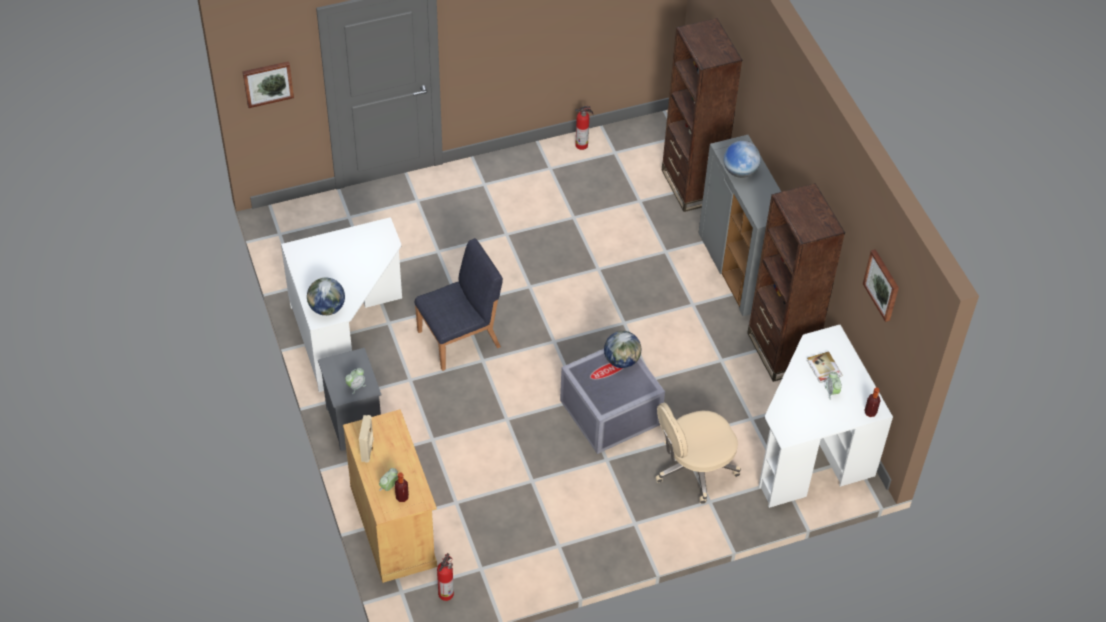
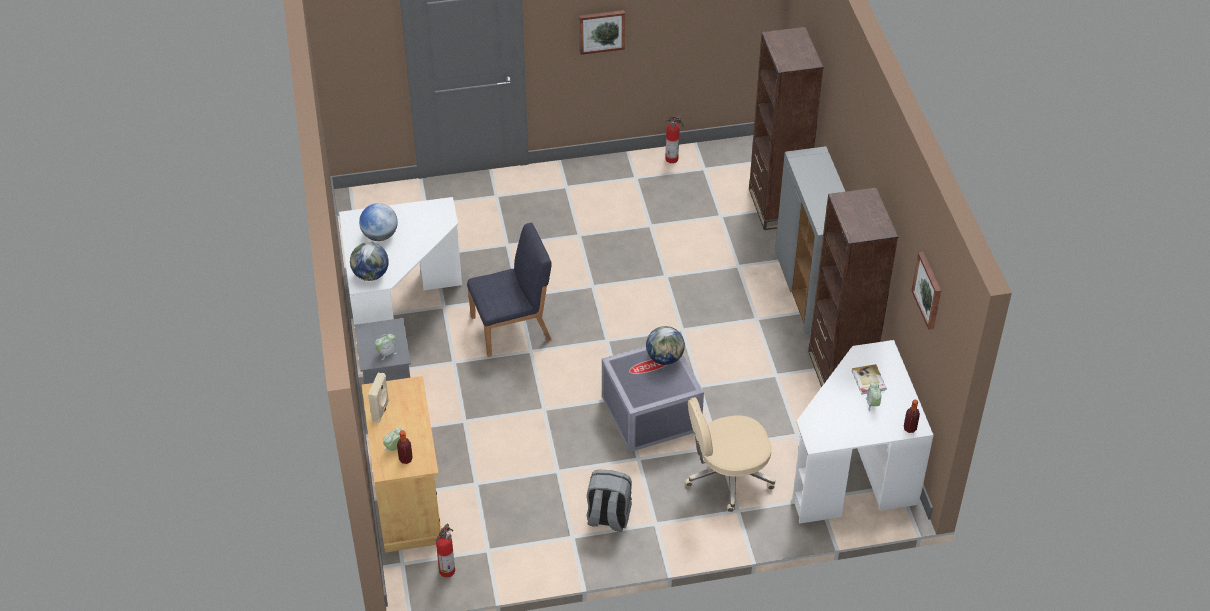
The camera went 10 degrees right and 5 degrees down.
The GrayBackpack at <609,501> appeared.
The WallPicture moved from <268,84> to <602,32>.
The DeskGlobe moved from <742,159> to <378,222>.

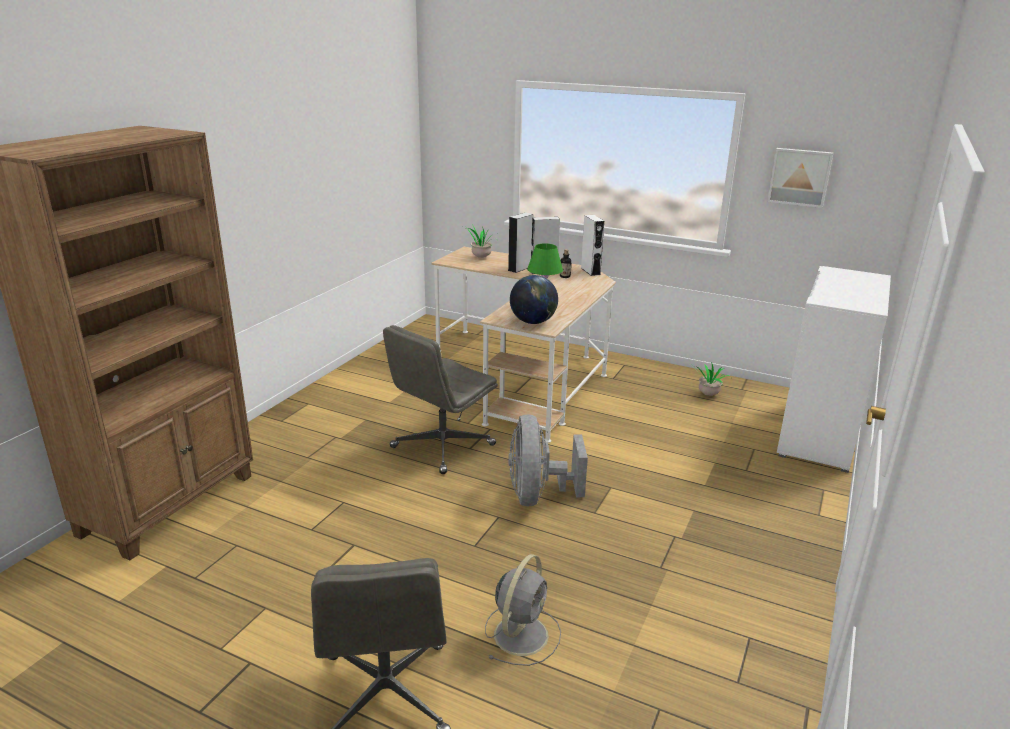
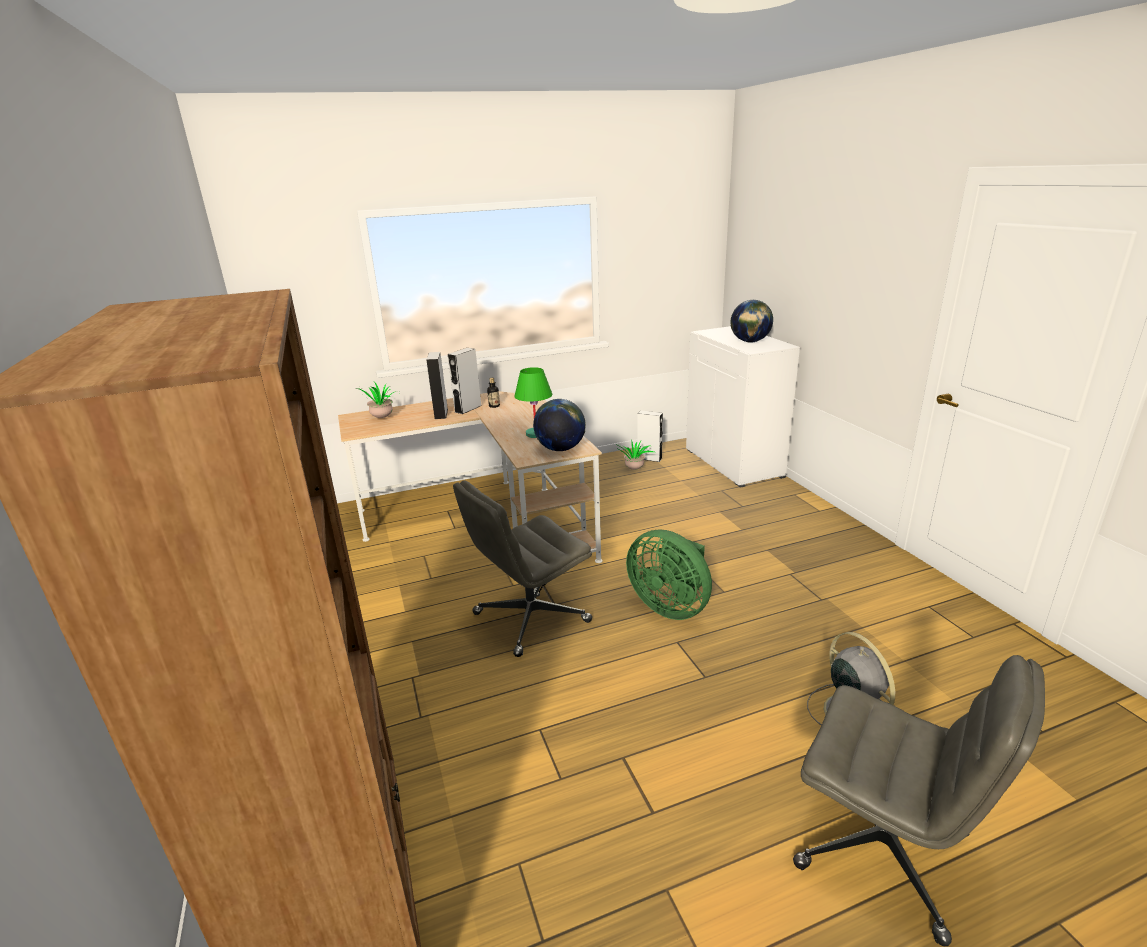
The camera went 45 degrees left and 0 degrees up.
The WallPicture at <800,178> disappeared.
The DeskGlobe at <752,321> appeared.
The WhiteSpeaker moved from <592,245> to <650,436>.
The GrayCoolingFan at <548,460> became the GreenCoolingFan at <669,575>.
The GrayComputerChair at <440,399> turned 60 degrees clockwise.

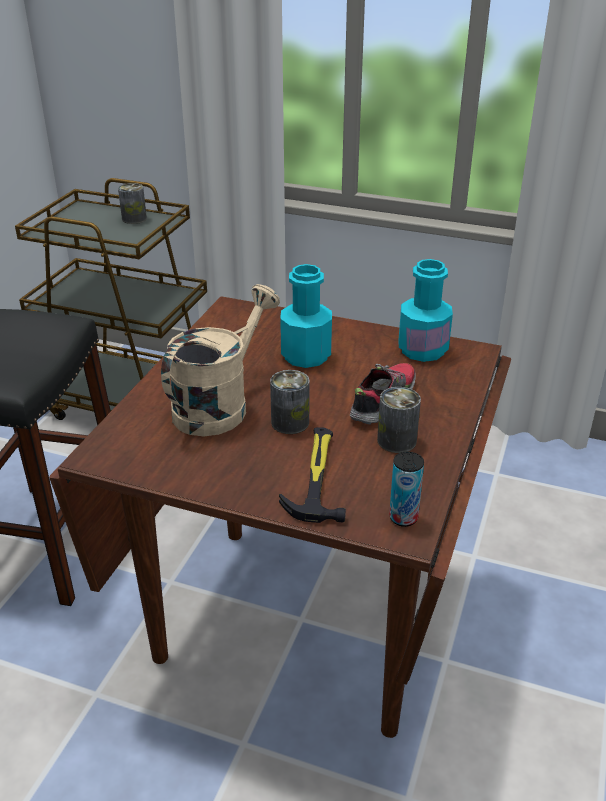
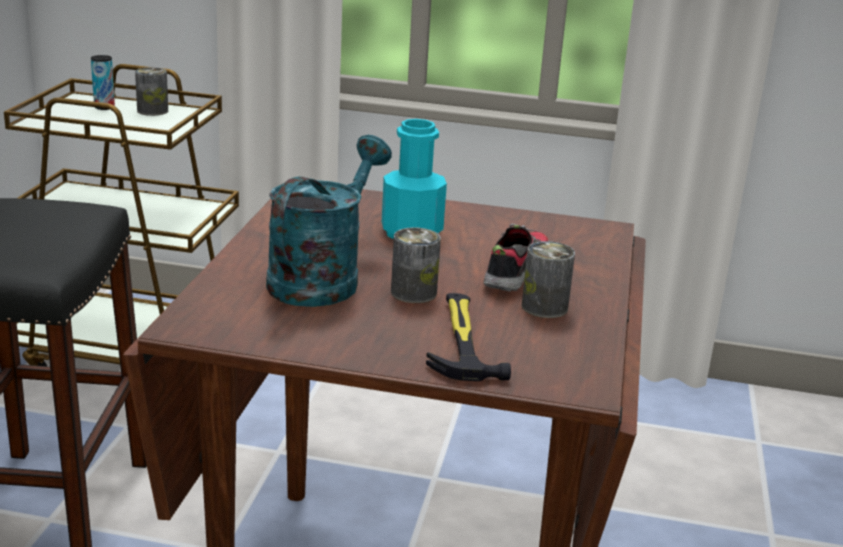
The camera went 10 degrees left and 10 degrees down.
The TurquoiseBeverageBottle at <426,310> disappeared.
The SealedCan moved from <406,489> to <103,82>.
The BeigeWateringCan at <220,360> became the TurquoiseWateringCan at <329,221>.

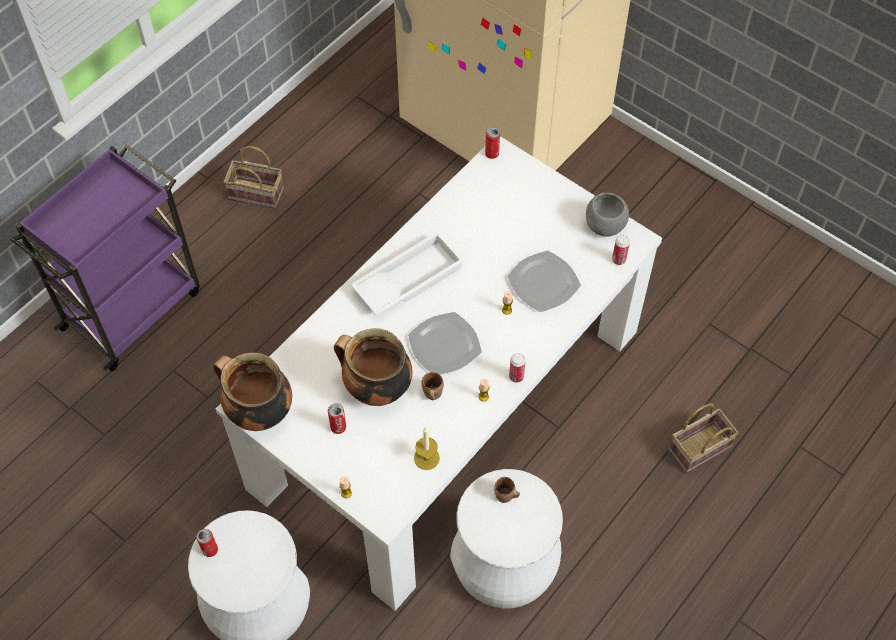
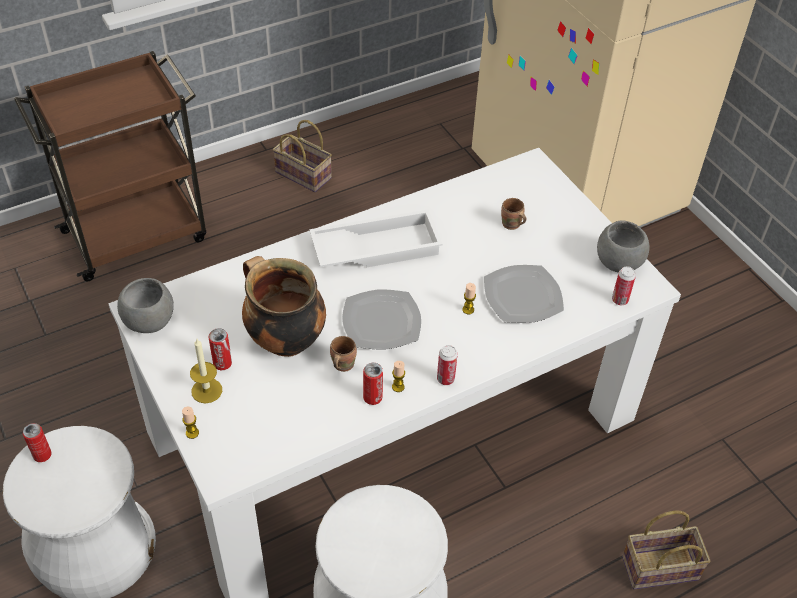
The camera went 20 degrees right and 10 degrees down.
The WaxLight moved from <427,448> to <206,371>.
The SealedCan moved from <492,143> to <373,384>.
The BrownishCoffeeMug moved from <507,490> to <513,214>.
The CookingPot at <252,392> was replaced by the GrayDeepDish at <145,305>.
The PurplishCart at <105,257> became the BrownishCart at <110,166>.

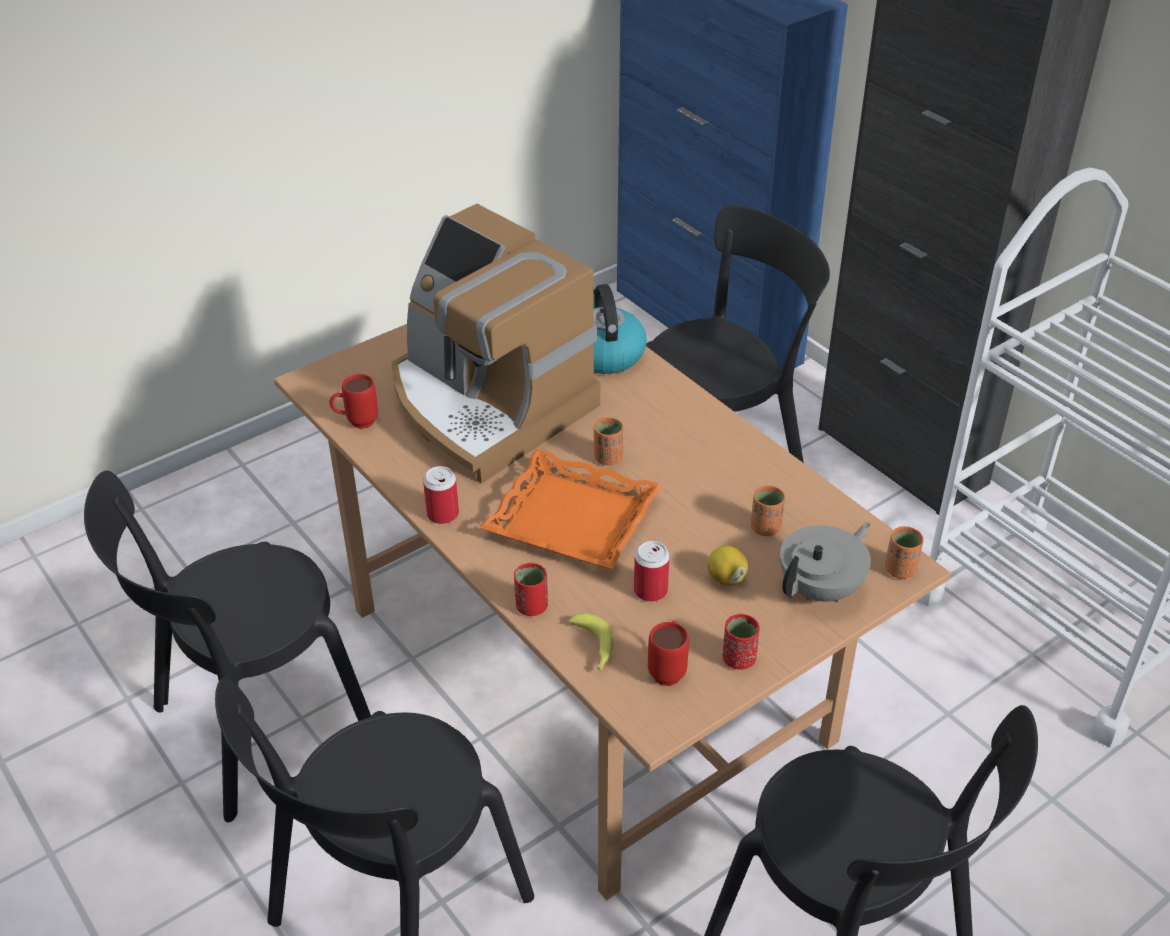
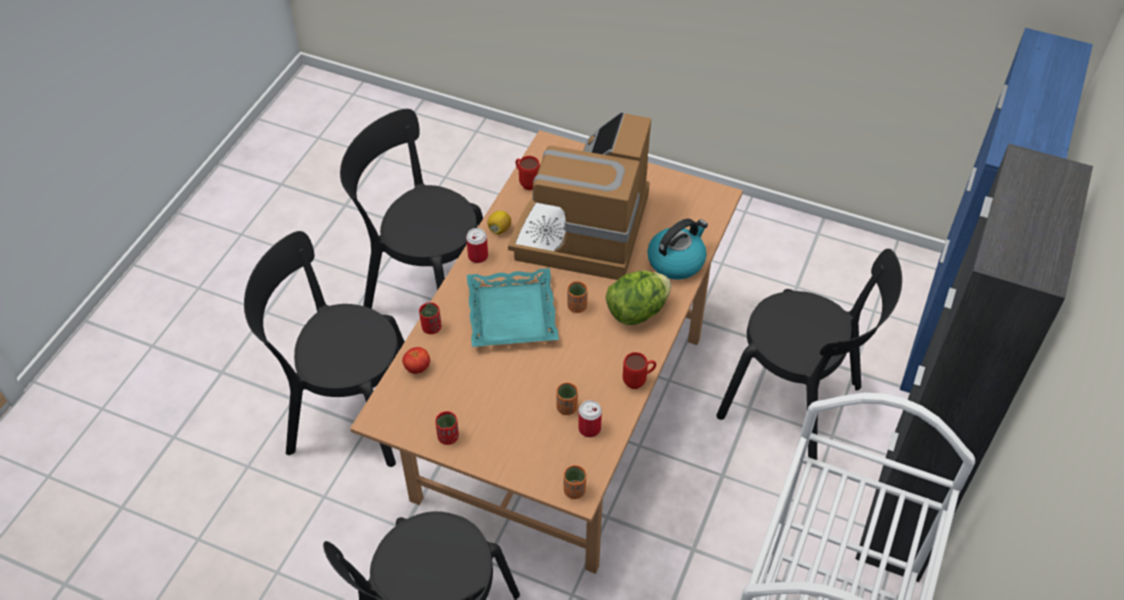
The camera went 60 degrees right and 10 degrees up.
The GrayTeapot at <825,562> disappeared.
The LettuceHead at <638,297> appeared.
The SealedCan moved from <652,571> to <590,418>.
The RedCoffeeMug moved from <668,653> to <639,370>.
The CitrusFruit moved from <728,565> to <499,222>.
The WholeBanana at <591,642> was replaced by the FreshTomato at <416,360>.
The OrangeColouredServingTray at <571,509> became the TurquoiseServingTray at <513,307>.

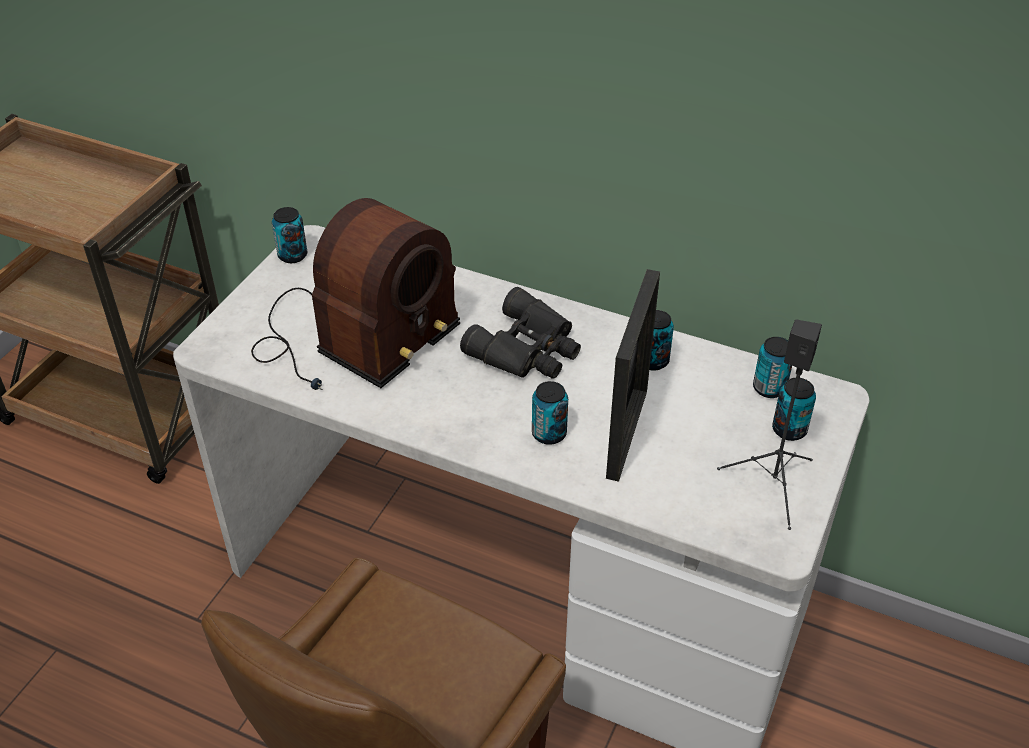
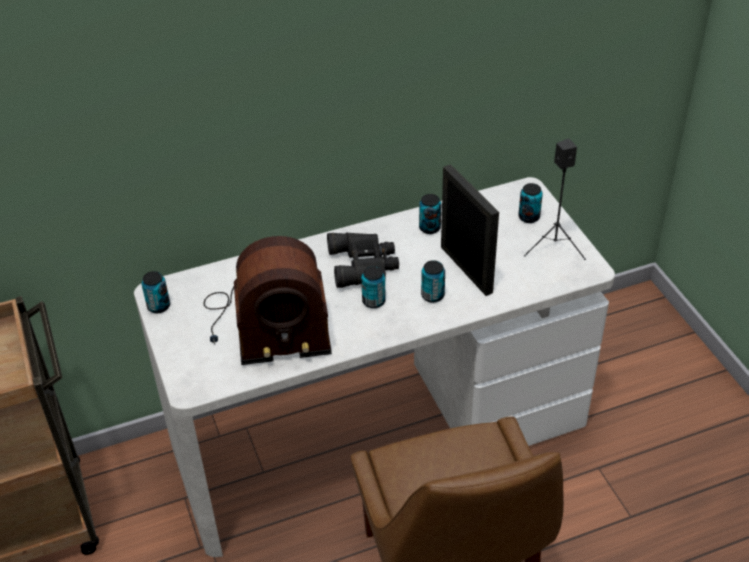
The camera went 45 degrees left and 0 degrees up.
The SealedCan moved from <772,367> to <373,287>.
The RadioReceiver at <355,294> turned 90 degrees clockwise.

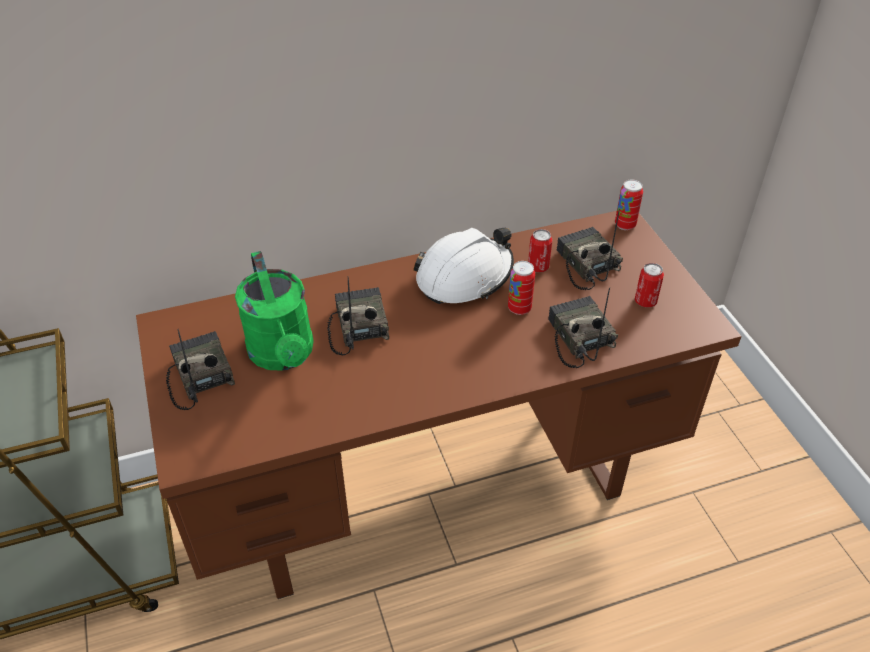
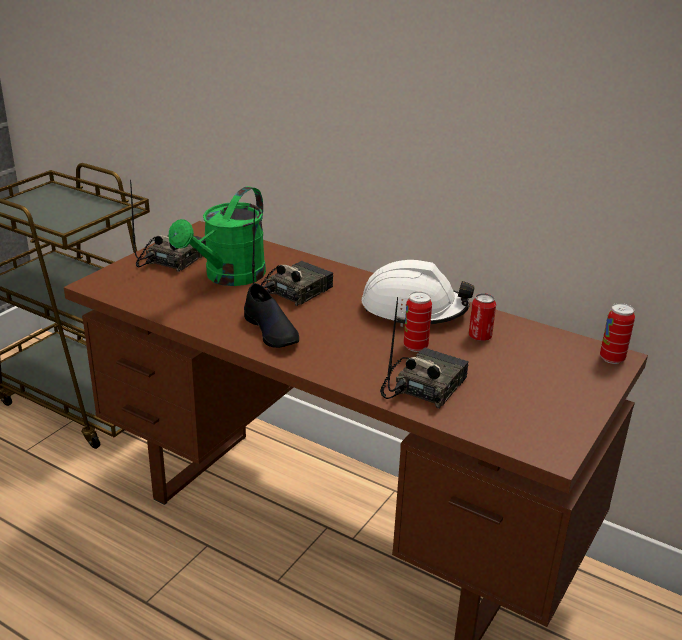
The camera went 50 degrees right and 15 degrees down.
The RadioReceiver at <590,249> disappeared.
The SealedCan at <649,285> disappeared.
The BlackColouredShoe at <271,315> appeared.

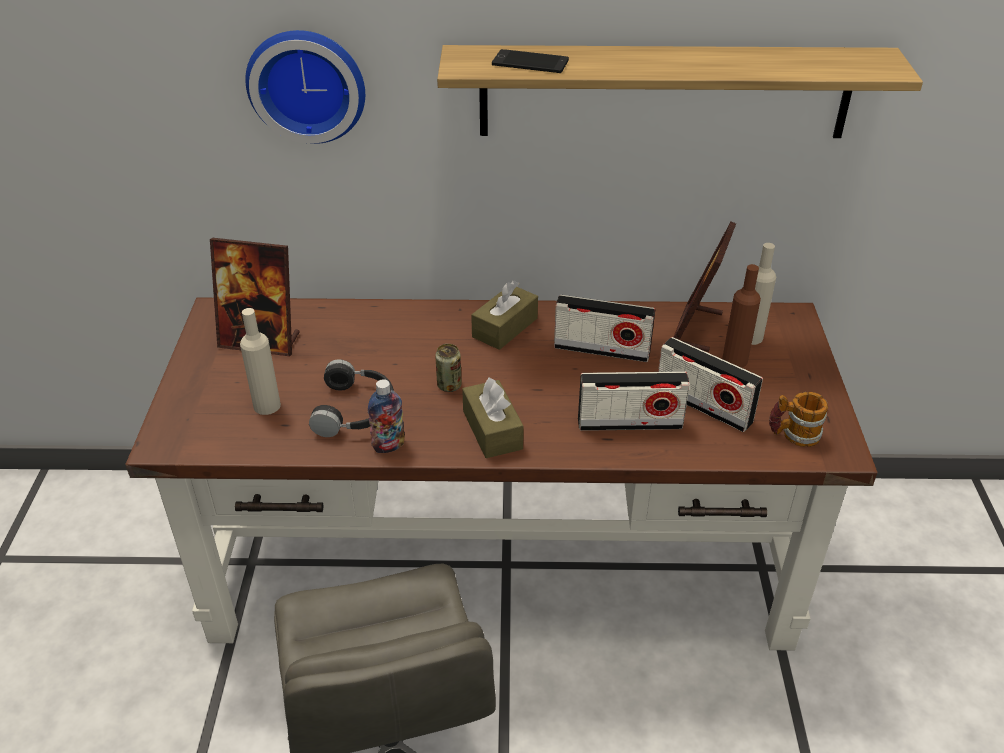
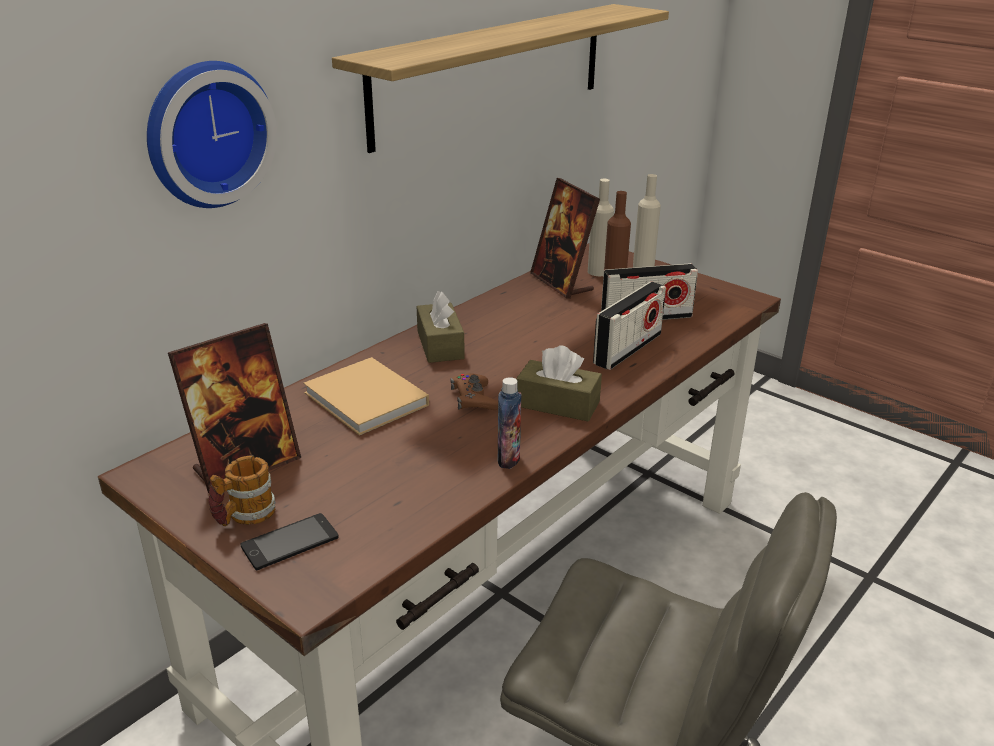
The camera went 50 degrees left and 10 degrees down.
The BlackColouredHeadphones at <351,398> disappeared.
The RadioReceiver at <604,328> disappeared.
The BeigeVolume at <366,396> appeared.
The BeigeBeverageBottle moved from <260,361> to <647,220>.
The Phone moved from <530,61> to <290,541>.
The CoffeeMug moved from <798,419> to <241,490>.
The SealedCan at <448,368> was replaced by the BrownishGamepad at <474,391>.

